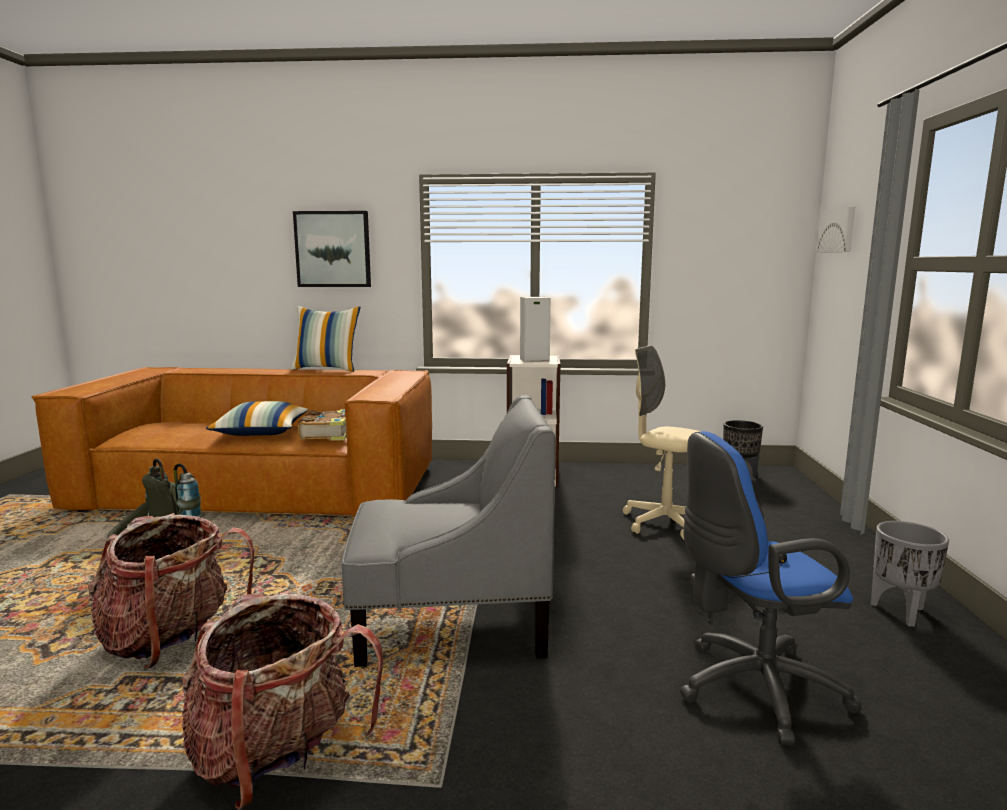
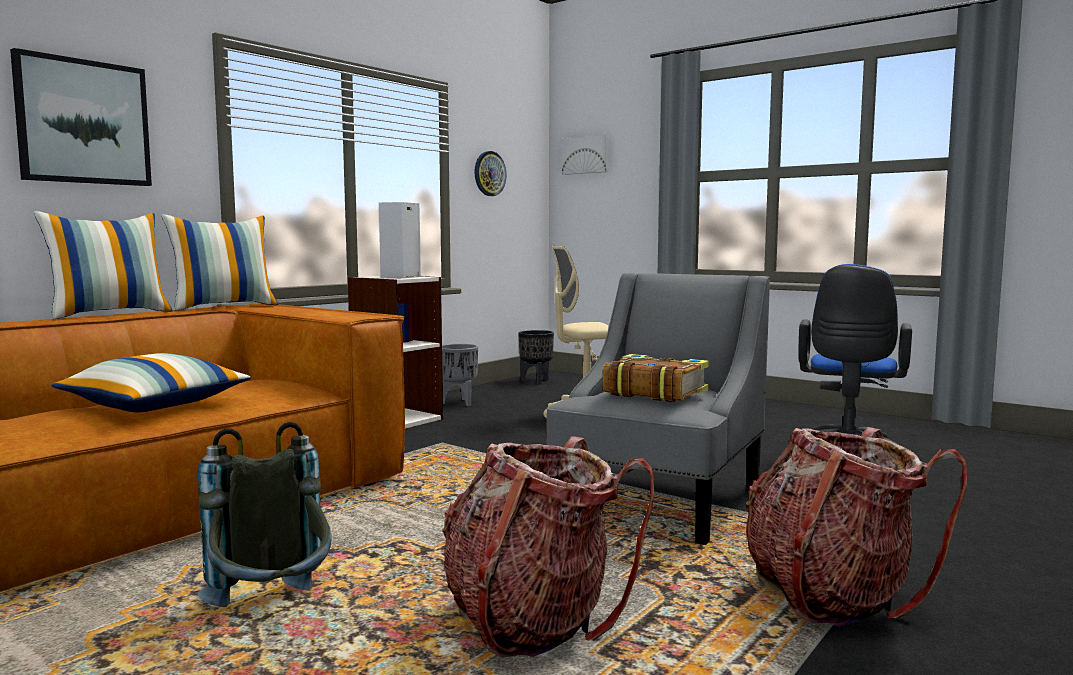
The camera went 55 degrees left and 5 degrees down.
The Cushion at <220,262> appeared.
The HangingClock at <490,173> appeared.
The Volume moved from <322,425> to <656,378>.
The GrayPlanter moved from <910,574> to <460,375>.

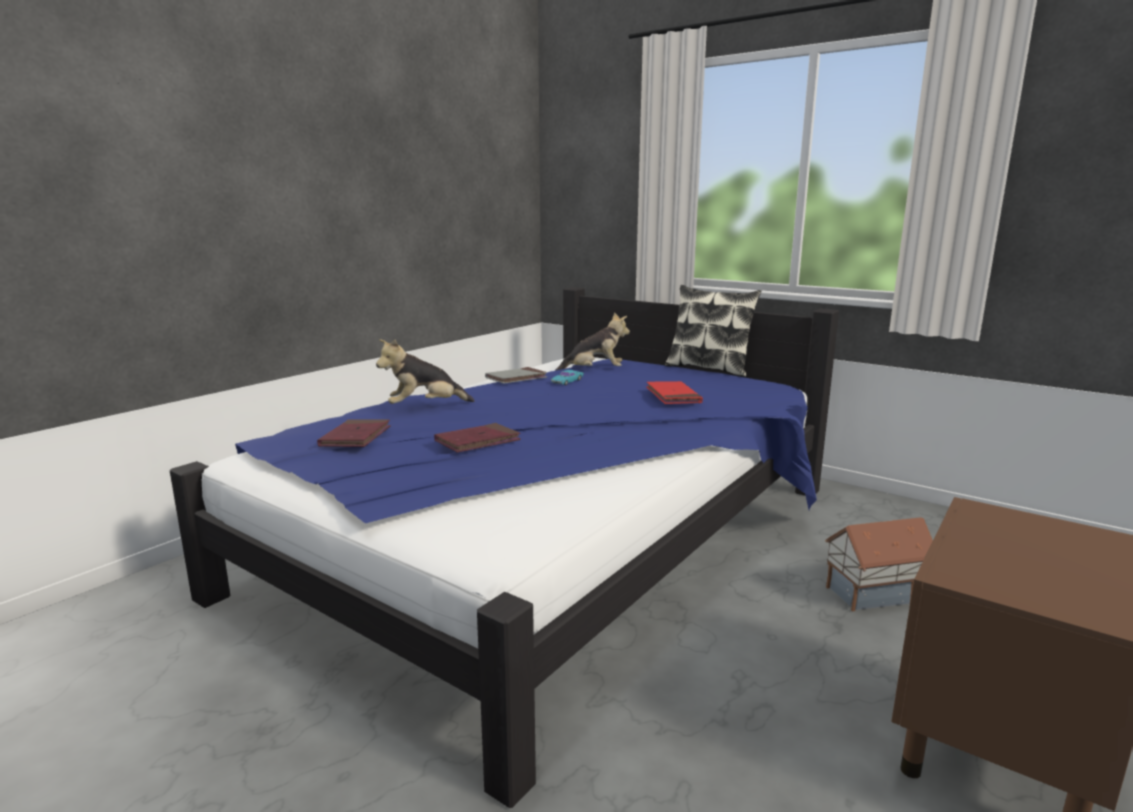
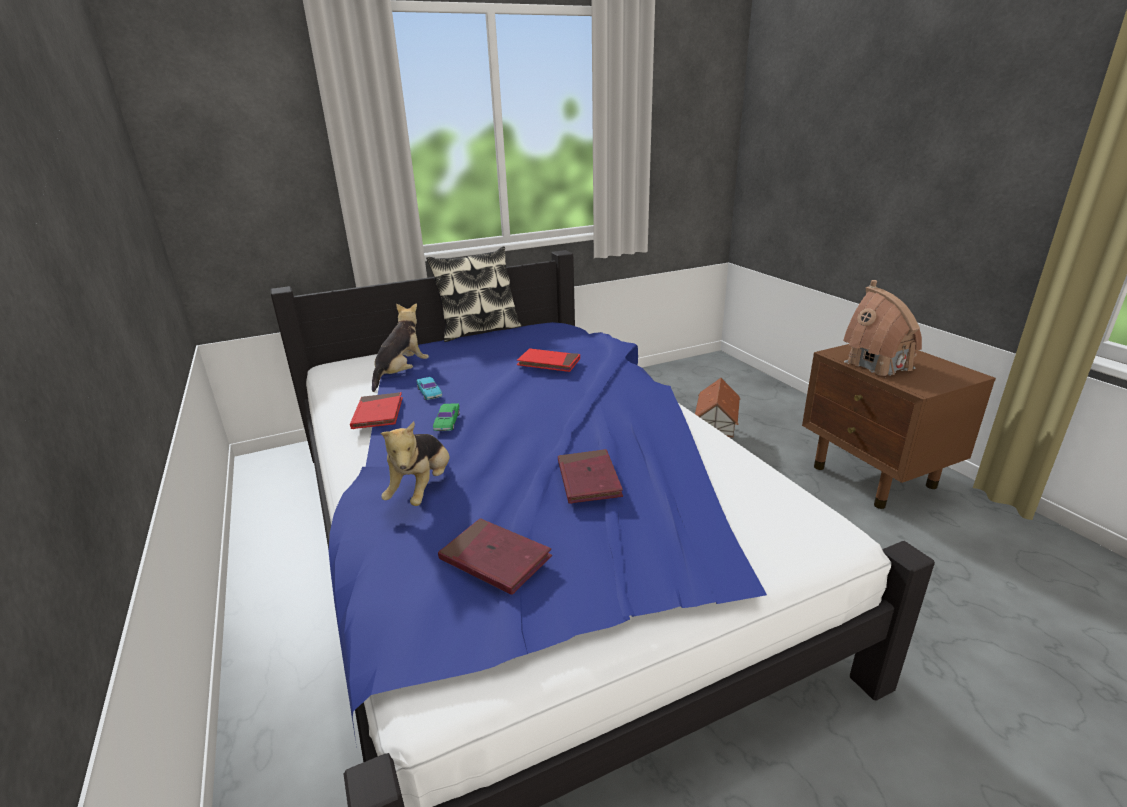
The camera went 60 degrees left and 10 degrees up.
The GreenToyCar at <446,417> appeared.
The ModelHouse at <882,328> appeared.
The GrayVolume at <516,375> became the RedVolume at <376,410>.

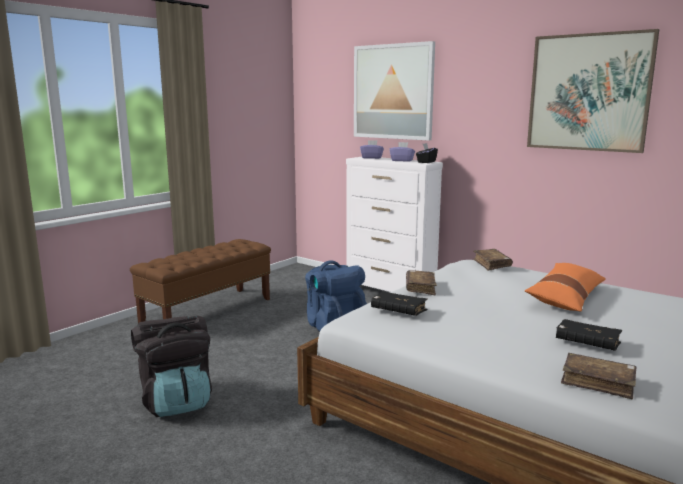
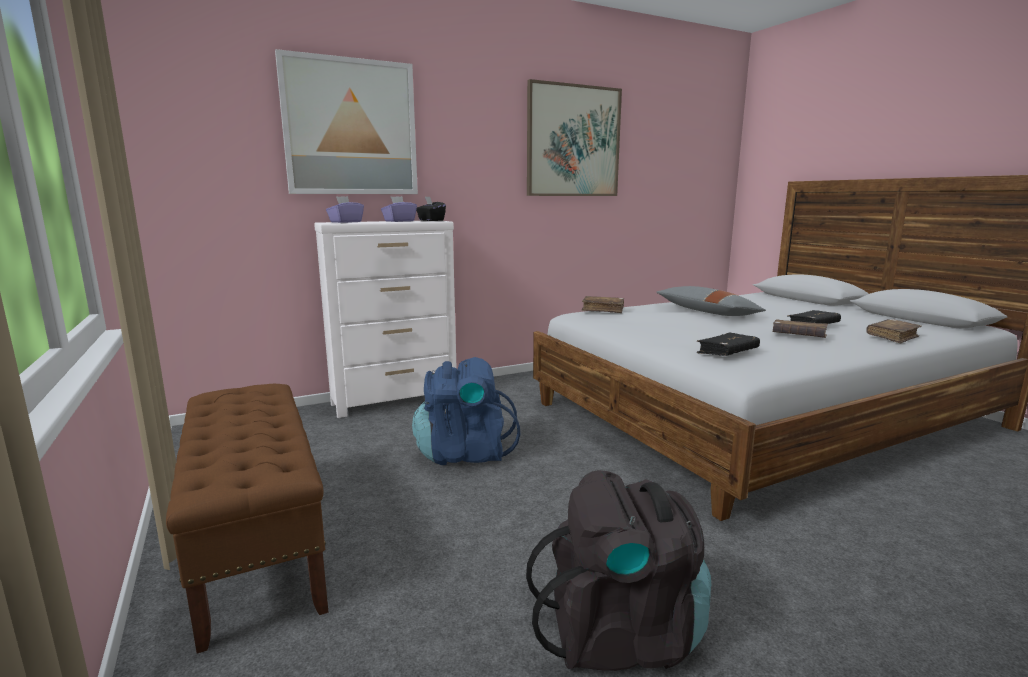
The camera went 65 degrees left and 0 degrees up.
The BrownishVolume moved from <421,282> to <800,328>.
The OrangeColouredCushion at <565,287> became the GrayCushion at <711,301>.

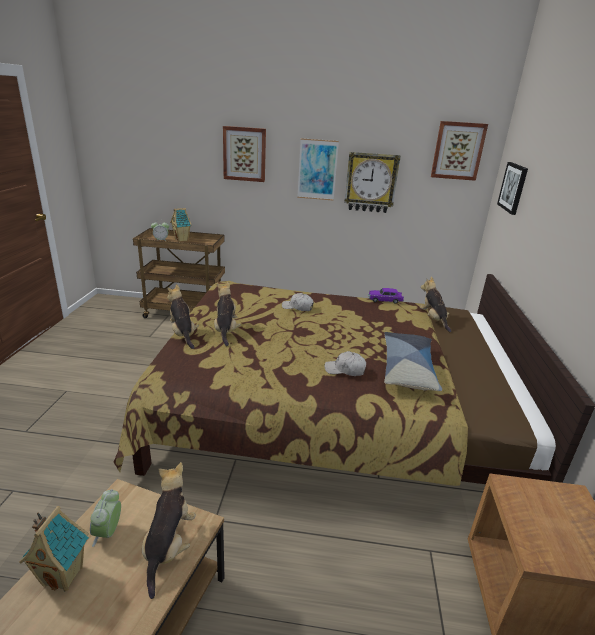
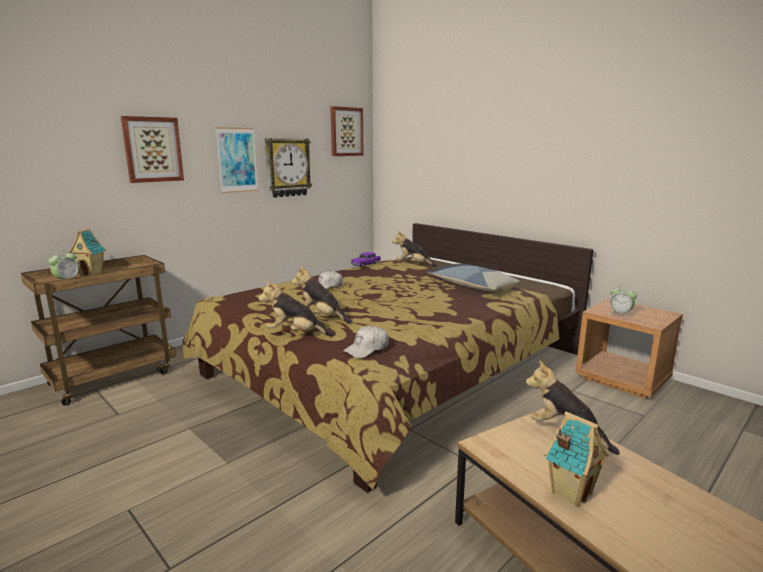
The camera went 50 degrees left and 10 degrees down.
The WallPicture at <512,188> disappeared.
The BedsideClock moved from <105,518> to <623,301>.
The WhiteBaseballCap moved from <345,363> to <366,342>.

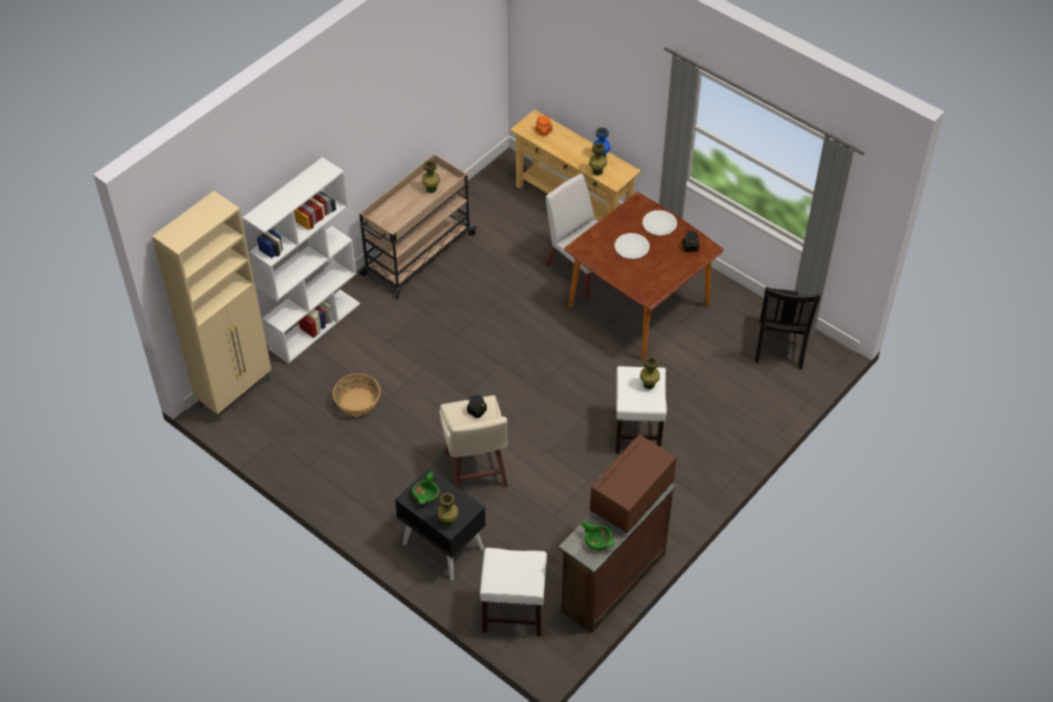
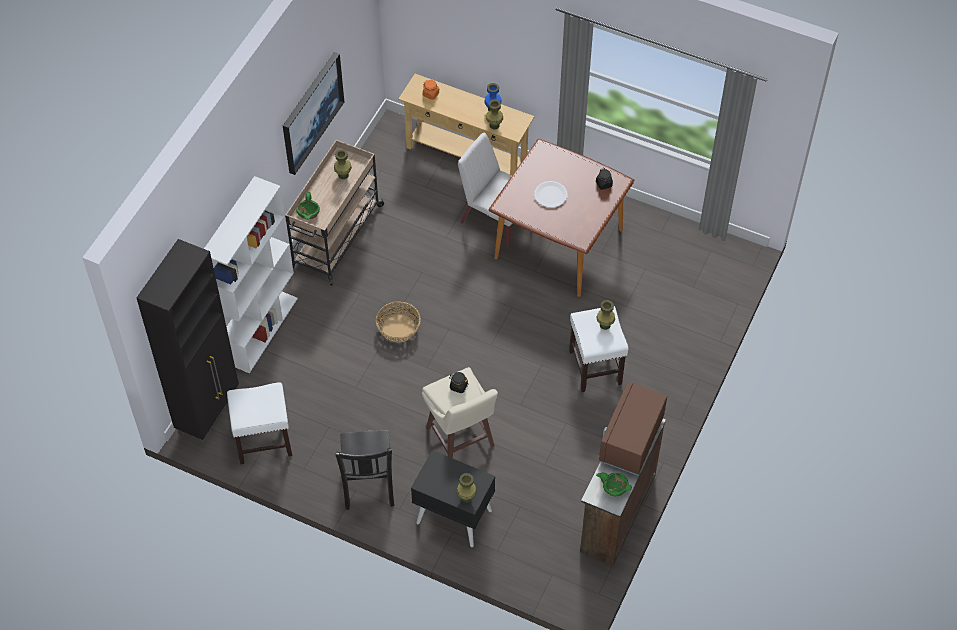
The camera went 15 degrees left and 5 degrees up.
The WhiteDinnerPlate at <659,222> disappeared.
The WallPicture at <313,113> appeared.
The HouseholdBasket moved from <357,394> to <398,321>.
The GreenDeepDish moved from <426,488> to <308,206>.
The WhiteStool moved from <513,592> to <259,423>.
The BlackColouredUprightChair moved from <788,328> to <364,470>.
The BeigeCupboard at <211,306> became the BlackColouredCupboard at <187,342>.

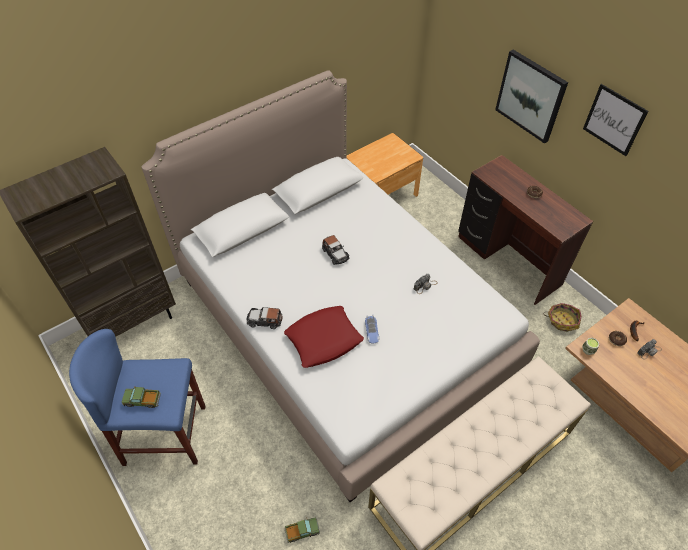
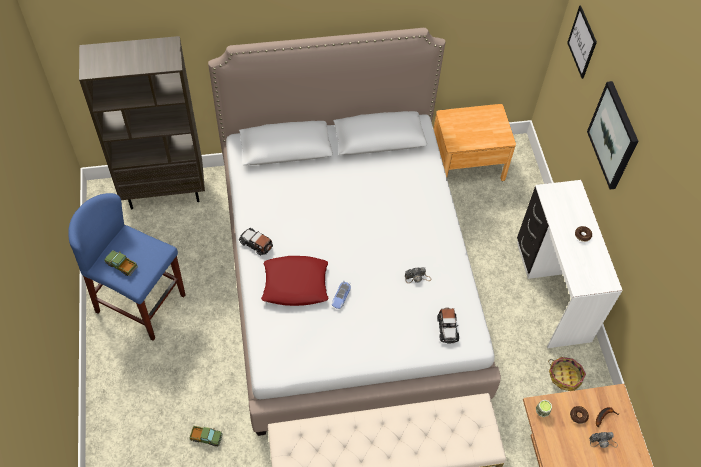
The camera went 25 degrees right and 5 degrees up.
The ToyCar moved from <336,250> to <448,325>.
The WallPicture moved from <615,120> to <582,42>.
The BrownishDesk at <525,230> became the WhiteDesk at <570,264>.

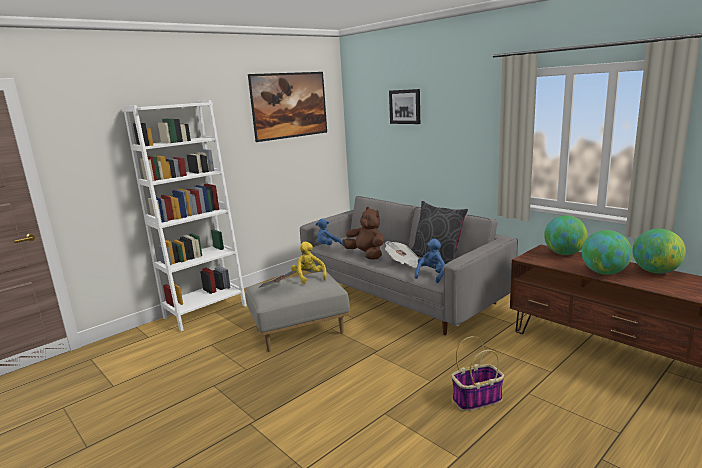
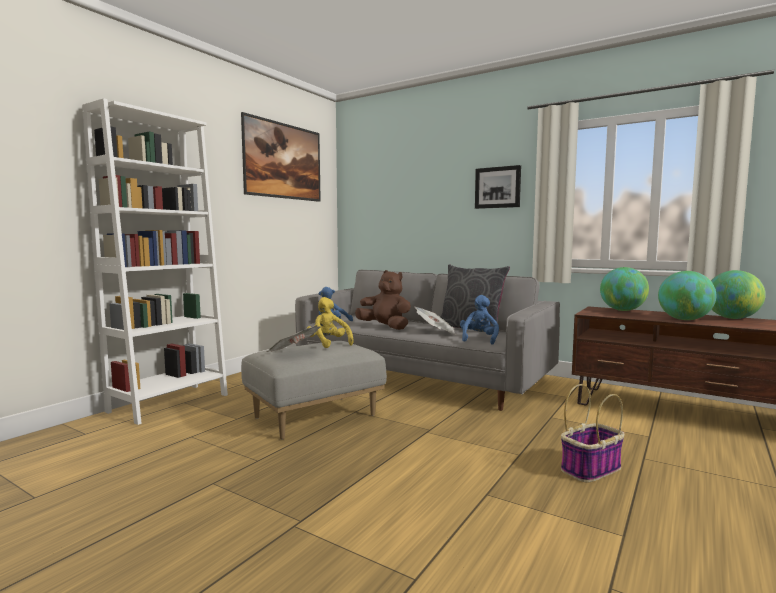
The camera went 15 degrees left and 10 degrees down.
The WallPicture moved from <404,106> to <498,187>.

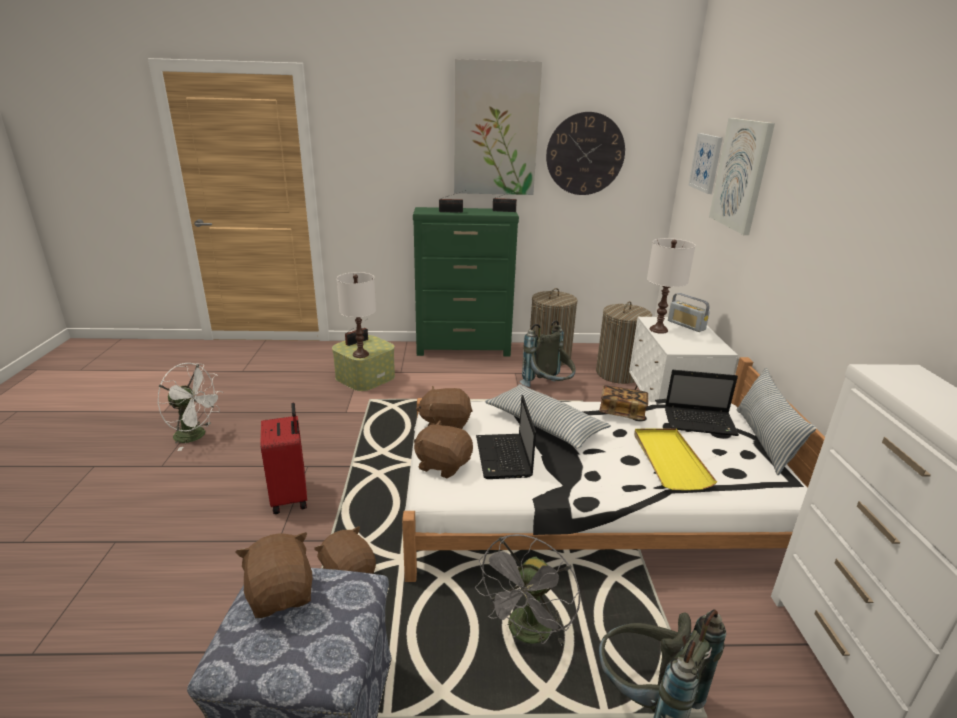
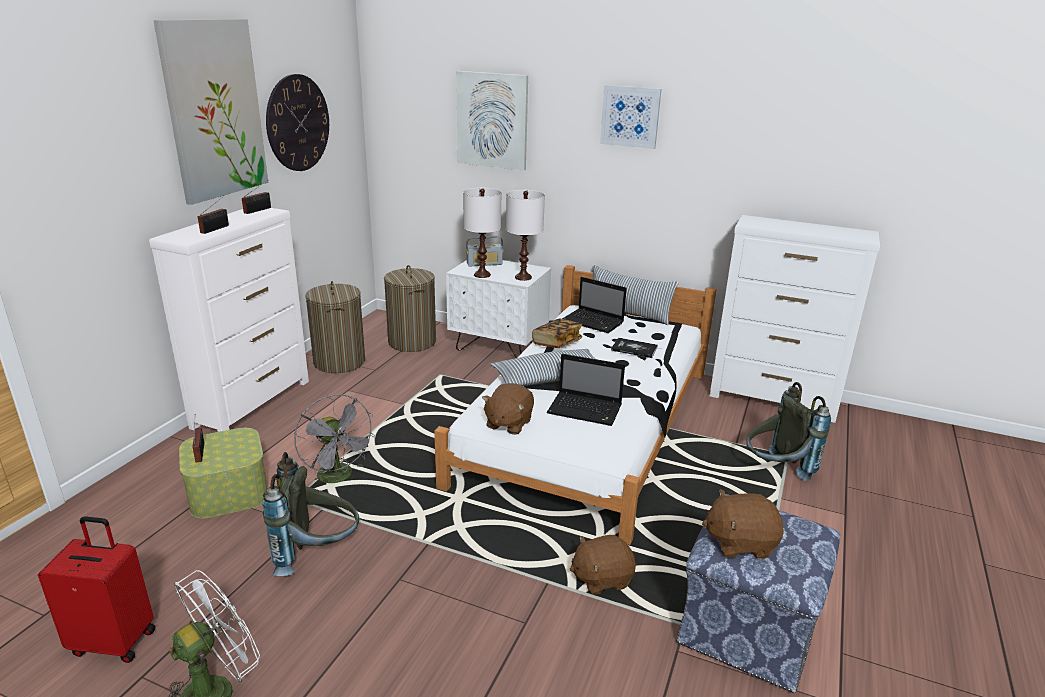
The camera went 65 degrees left and 0 degrees up.
The BrownishCuddlyToy at <443,449> disappeared.
The RedSuitcase moved from <283,458> to <96,589>.
The WhiteLampForATable moved from <356,315> to <525,235>.
The GrayCoolingFan moved from <528,589> to <335,438>.
The GrayBackpack moved from <547,353> to <310,514>.
The WallPicture moved from <705,163> to <630,117>.
The YellowishServingTray at <675,459> was replaced by the Volume at <634,348>.
The GreenDresser at <466,282> became the WhiteDresser at <229,320>.
The PortableComputer at <702,403> turned 90 degrees clockwise.

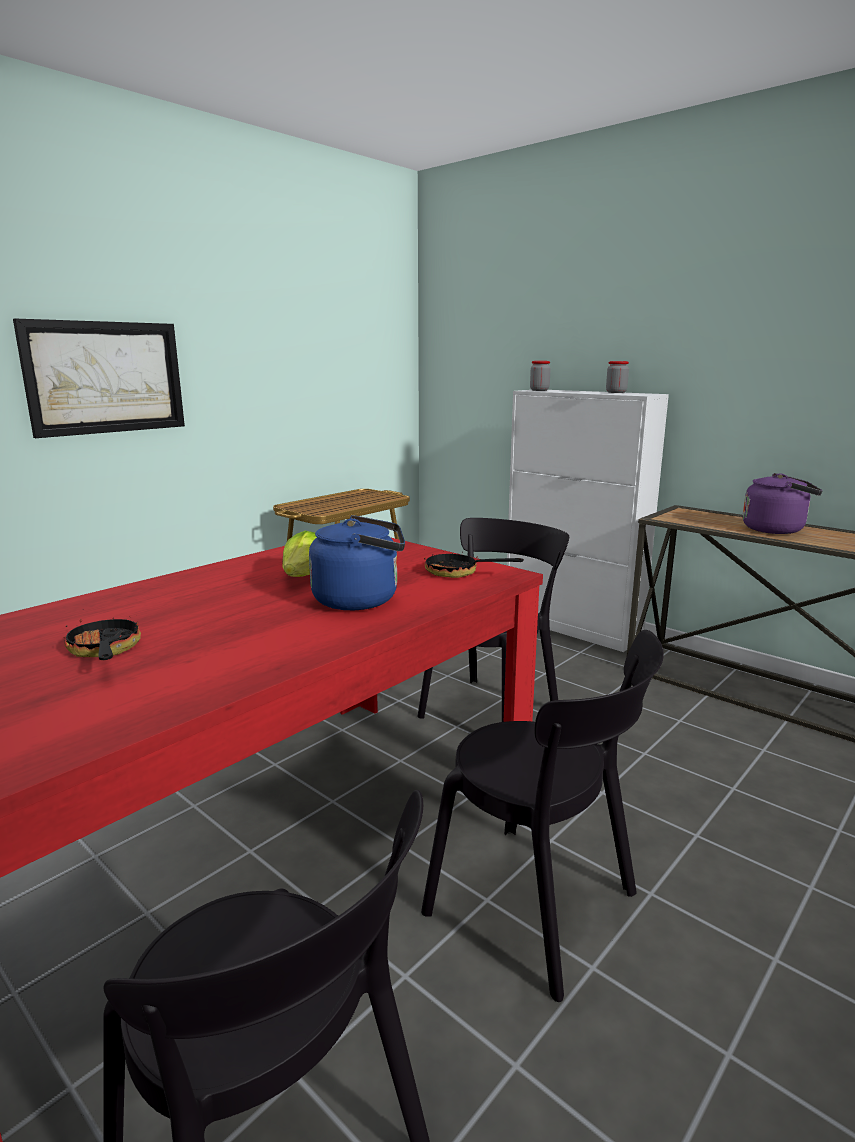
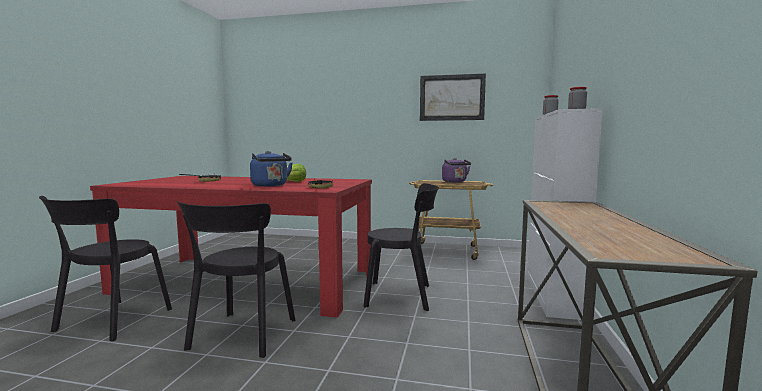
The camera went 60 degrees right and 10 degrees down.
The WallPicture moved from <99,378> to <453,97>.
The PurplishWaterKettle moved from <783,503> to <456,170>.

